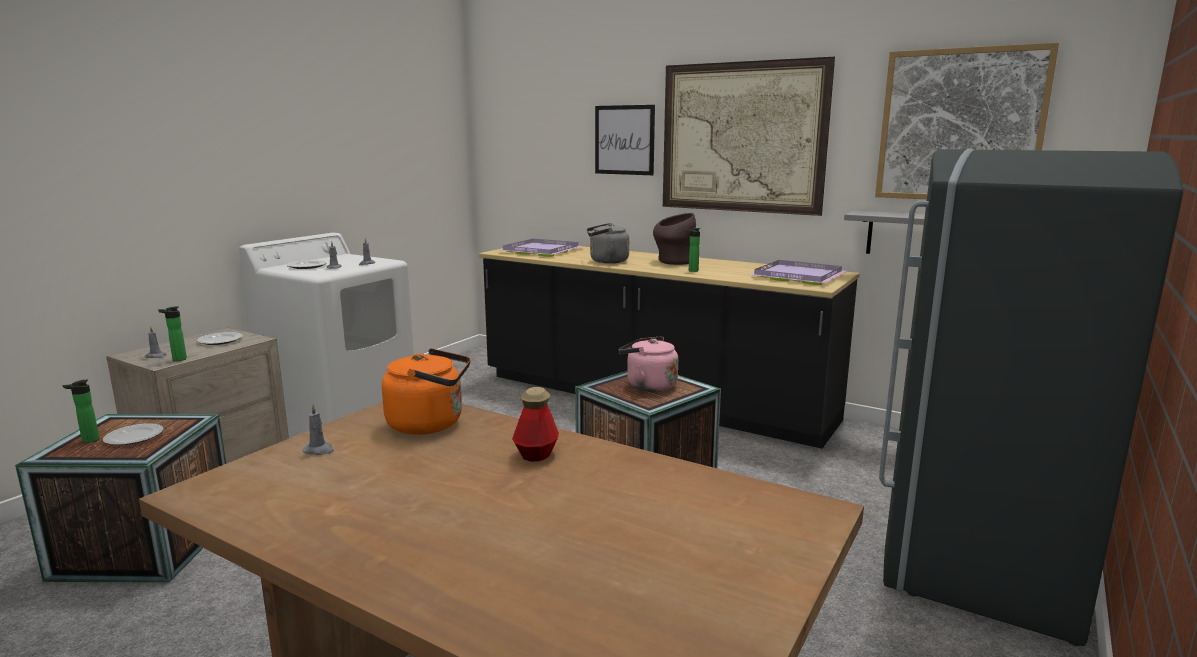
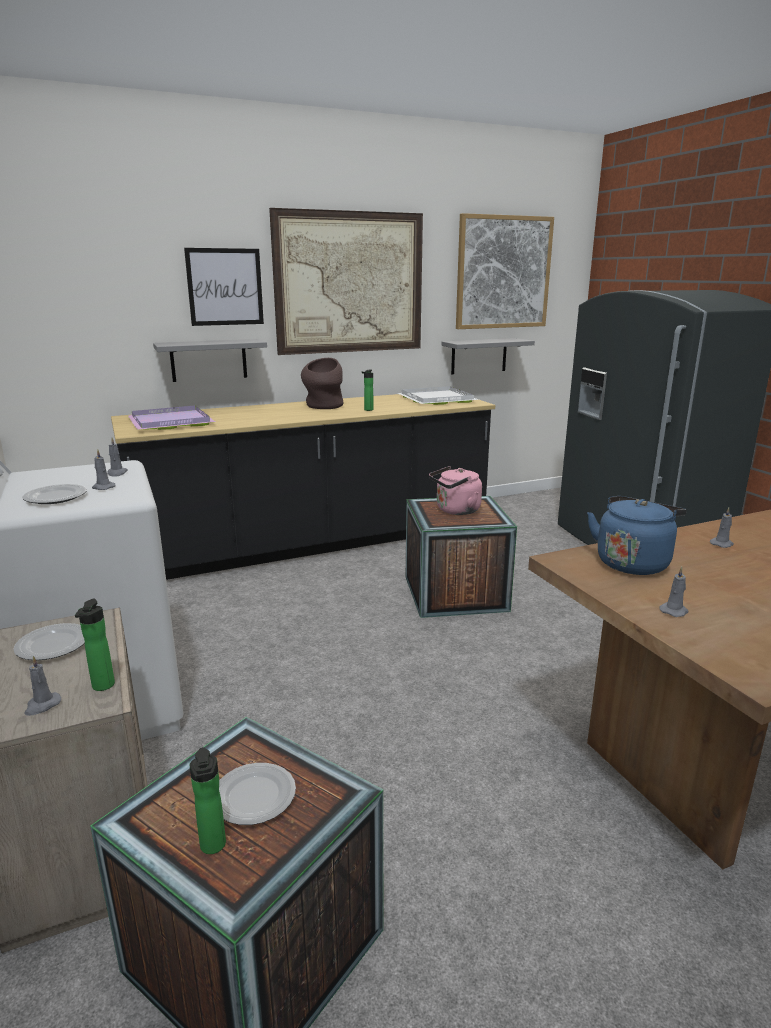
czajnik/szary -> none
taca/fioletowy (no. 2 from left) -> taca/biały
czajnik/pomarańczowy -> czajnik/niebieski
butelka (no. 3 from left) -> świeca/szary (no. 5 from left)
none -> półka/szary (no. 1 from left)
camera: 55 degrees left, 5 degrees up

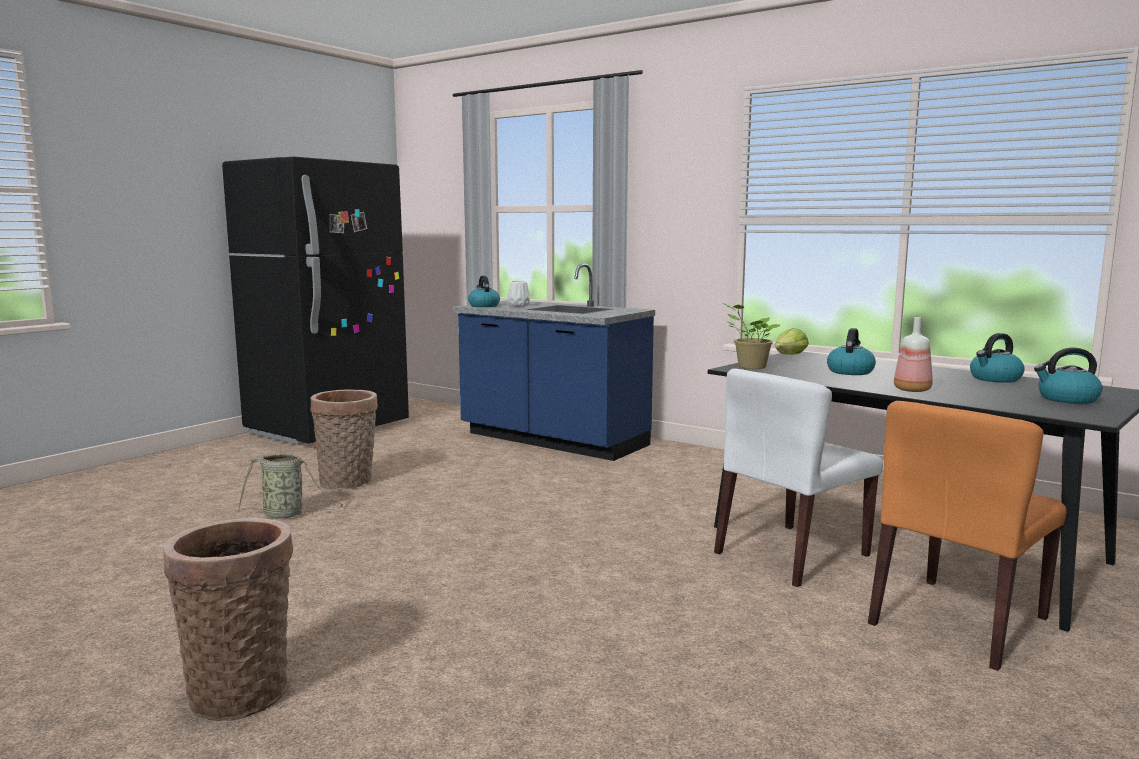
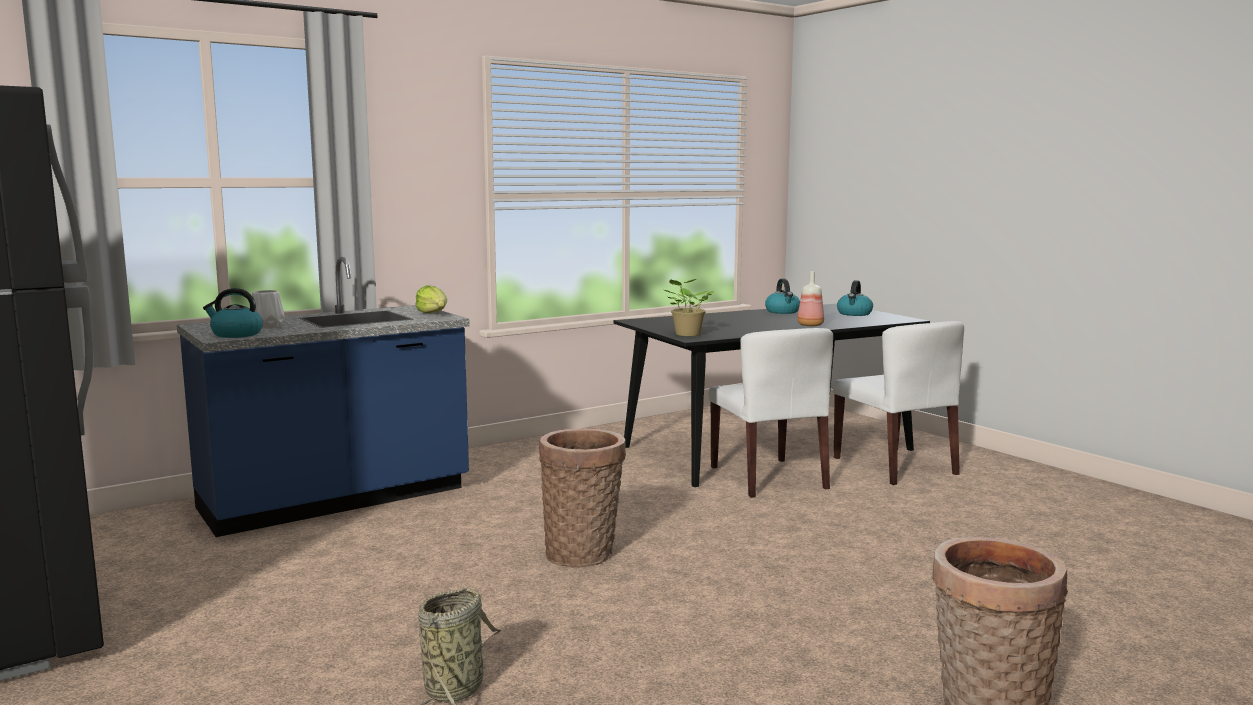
sałata, shifted
czajnik (no. 2 from left) -> none
koszyk (no. 3 from left in the first image) -> koszyk (no. 2 from left), shifted
krzesło/pomarańczowy -> krzesło/biały (no. 2 from left)
camera: 70 degrees left, 0 degrees up

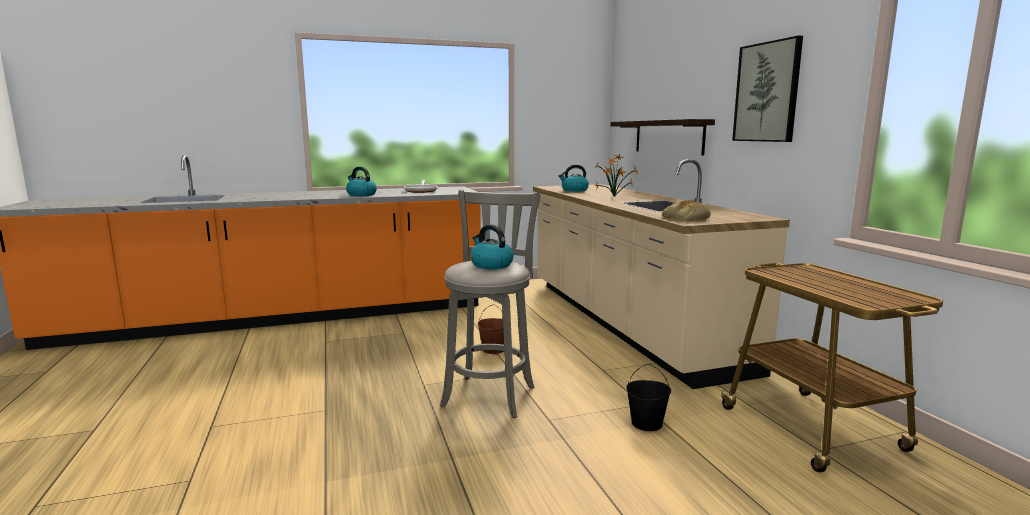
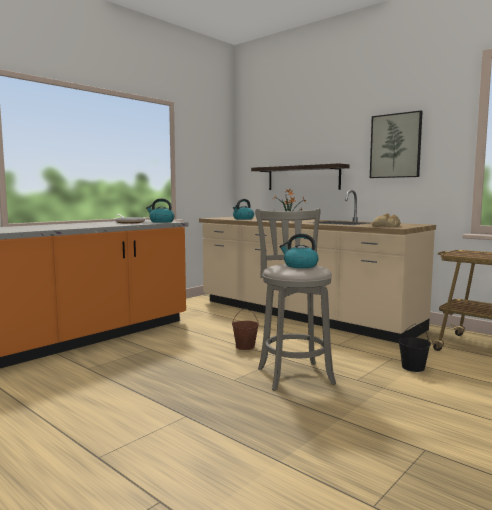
czajnik (no. 1 from left), shifted
camera: 30 degrees left, 5 degrees down

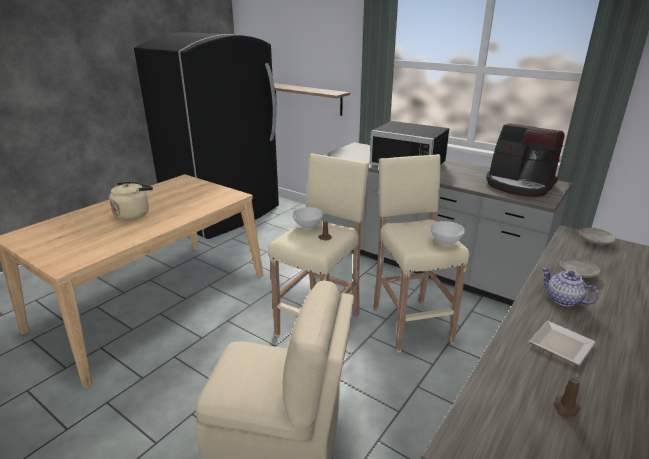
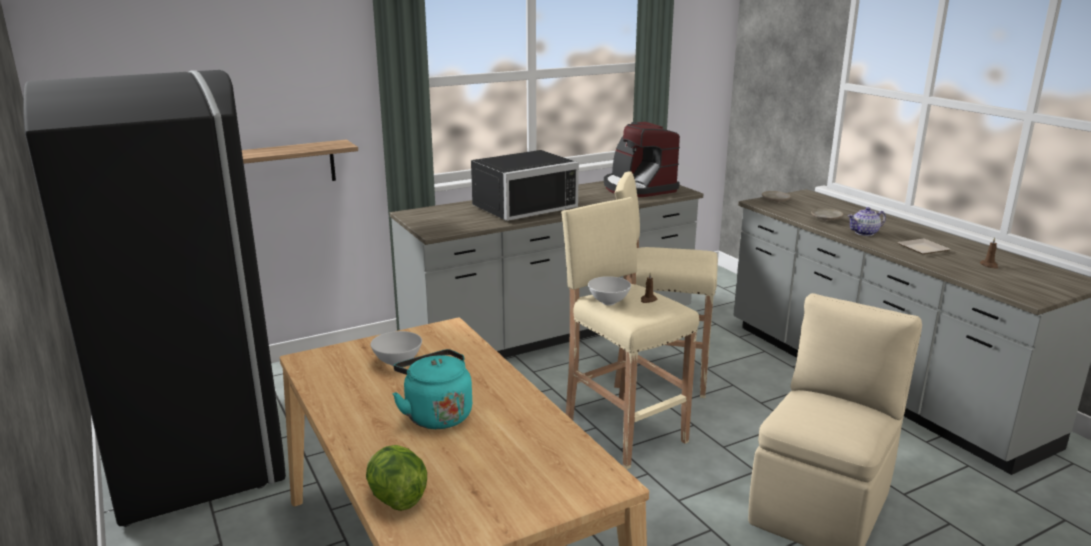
ekspres do kawy, 90 degrees clockwise
czajnik/beżowy -> czajnik/turkusowy
miska/biały (no. 2 from left in the first image) -> miska/biały (no. 1 from left), shifted
none -> sałata
camera: 65 degrees left, 5 degrees down

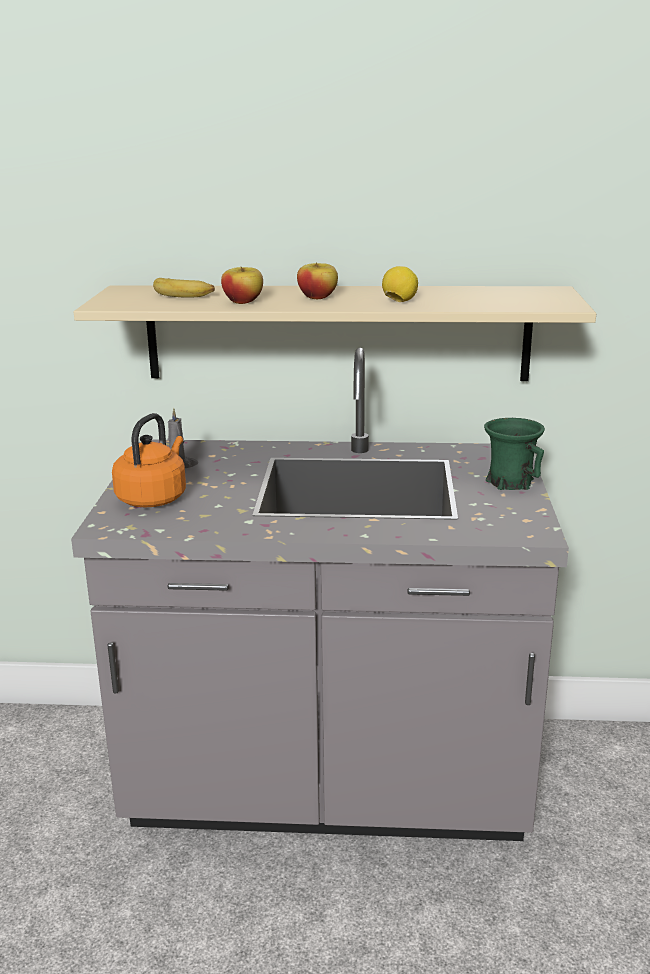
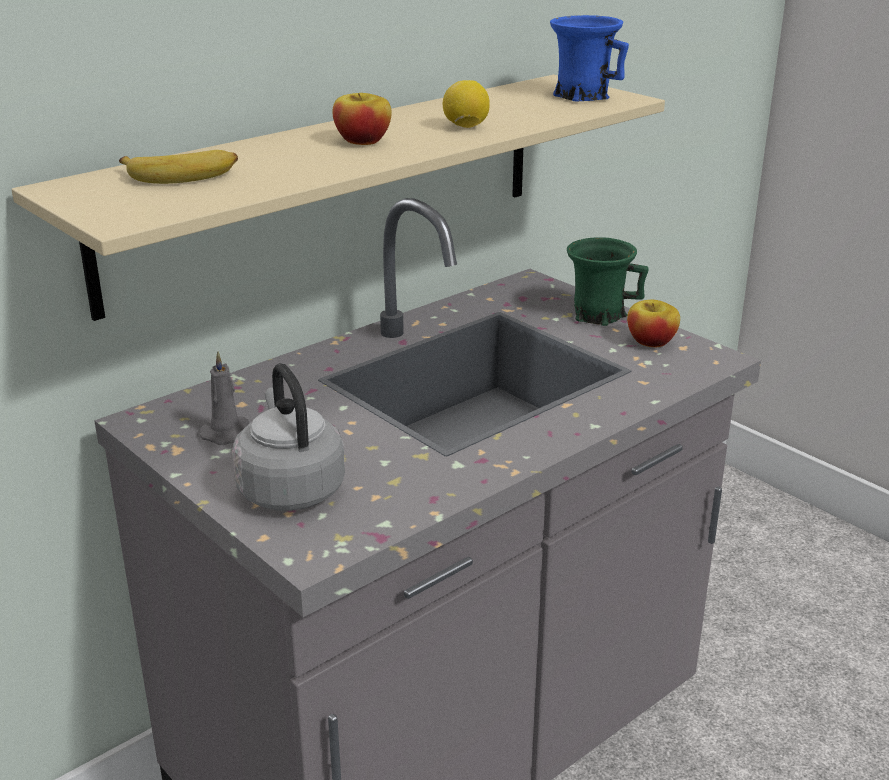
jabłko (no. 1 from left in the first image) -> jabłko (no. 2 from left), shifted
czajnik/pomarańczowy -> czajnik/szary
none -> kubek/niebieski
camera: 45 degrees left, 5 degrees up

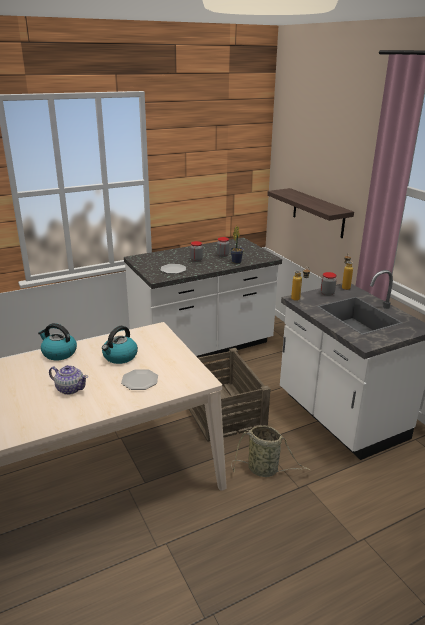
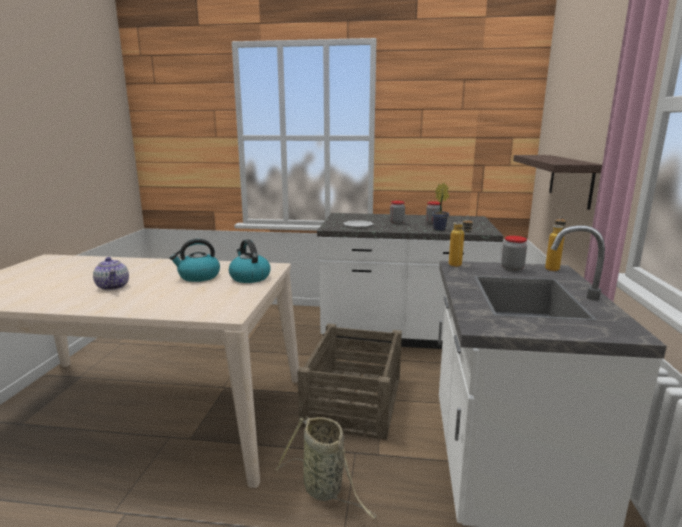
czajnik (no. 1 from left in the first image) -> czajnik (no. 2 from left), shifted
talerz (no. 1 from left) -> none
camera: 35 degrees right, 10 degrees down

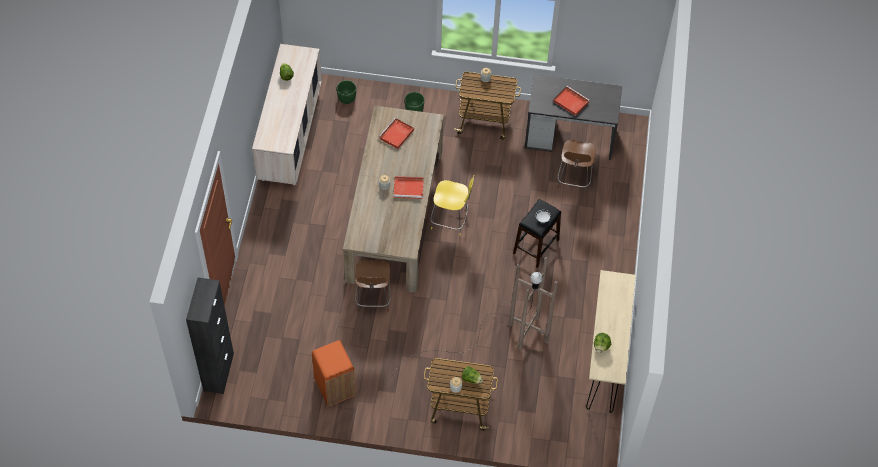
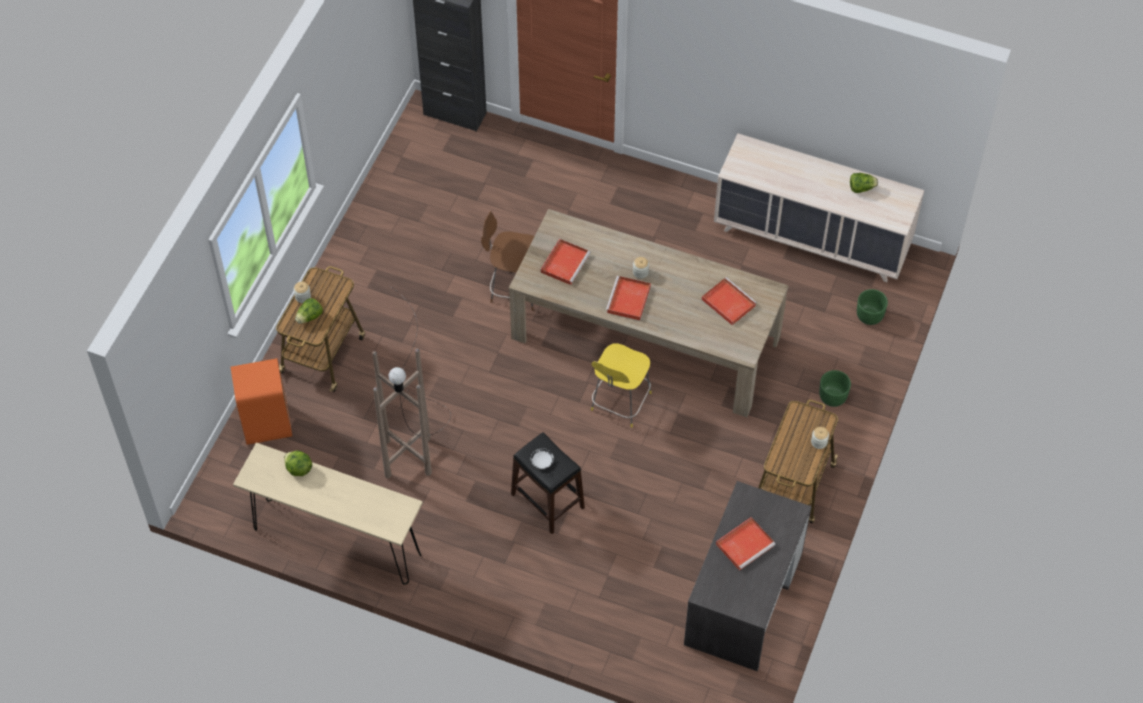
krzesło/brązowy (no. 2 from left) -> none
kosz na śmieci/pomarańczowy, shifted
none -> taca/czerwony (no. 1 from left)
camera: 105 degrees right, 0 degrees up

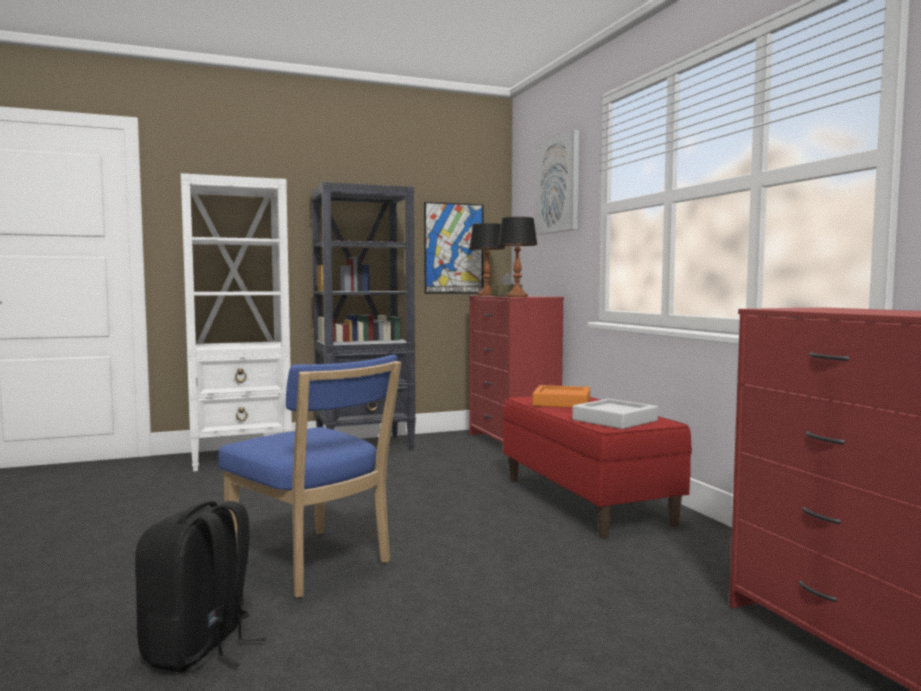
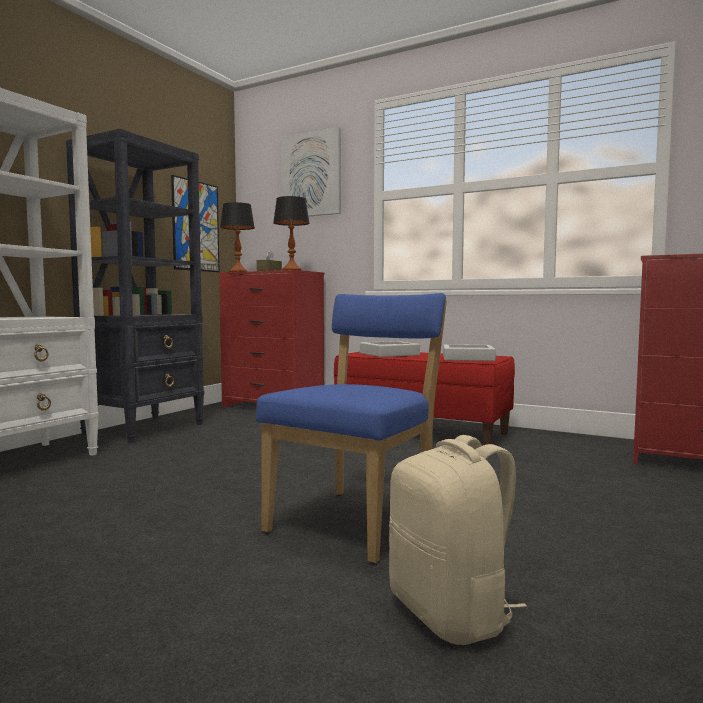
krzesło/niebieski, 60 degrees counterclockwise
taca/pomarańczowy -> taca/szary (no. 1 from left)
plecak/czarny -> plecak/beżowy
camera: 40 degrees left, 0 degrees up

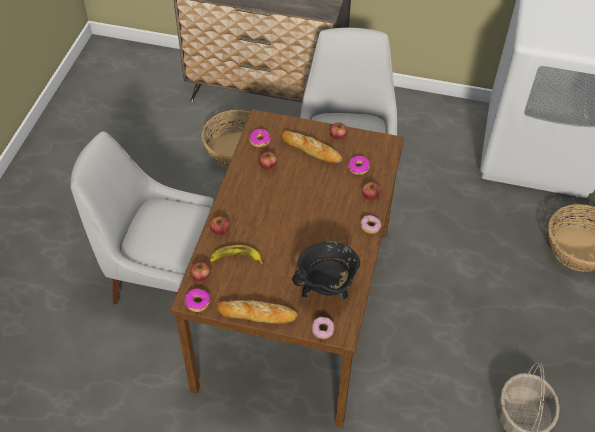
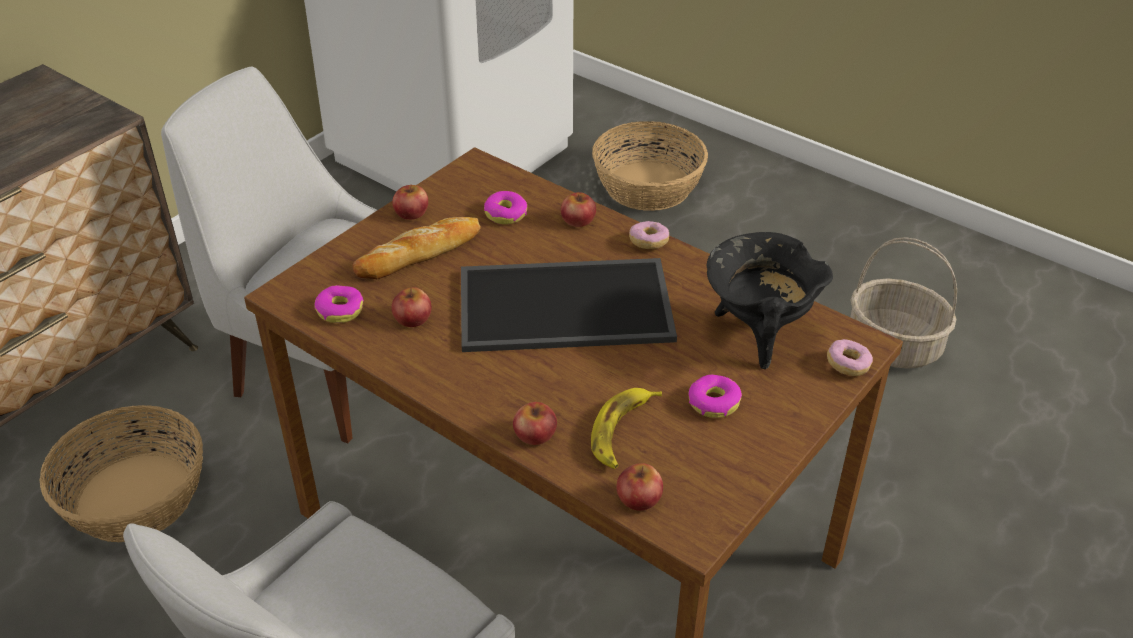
donut (no. 1 from left in the first image) -> donut (no. 4 from left), shifted
chleb (no. 1 from left) -> none
none -> taca
camera: 65 degrees left, 10 degrees down

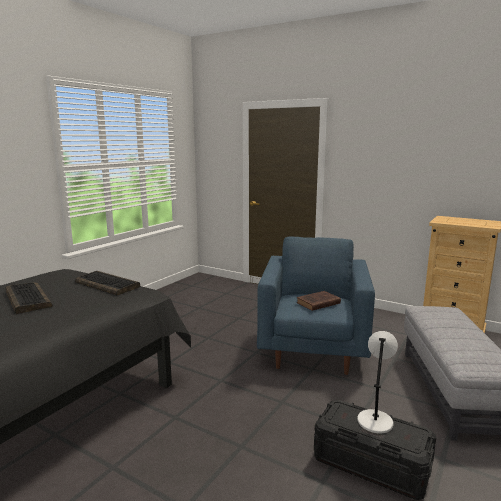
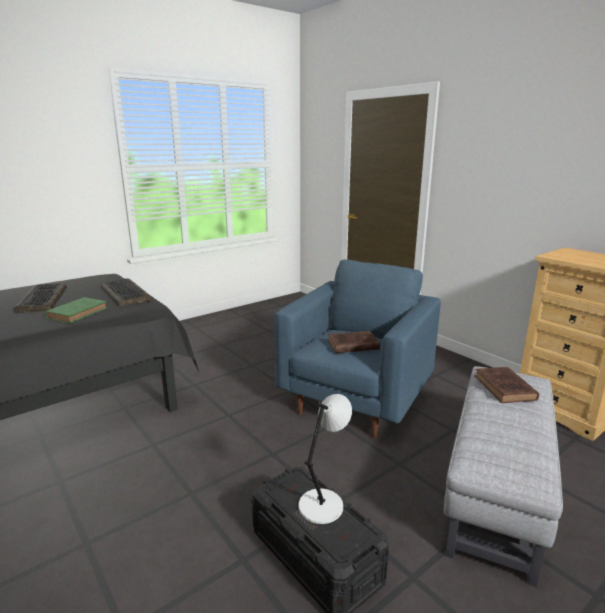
none -> książka/zielony
none -> książka/brązowy (no. 2 from left)
camera: 20 degrees right, 5 degrees up

